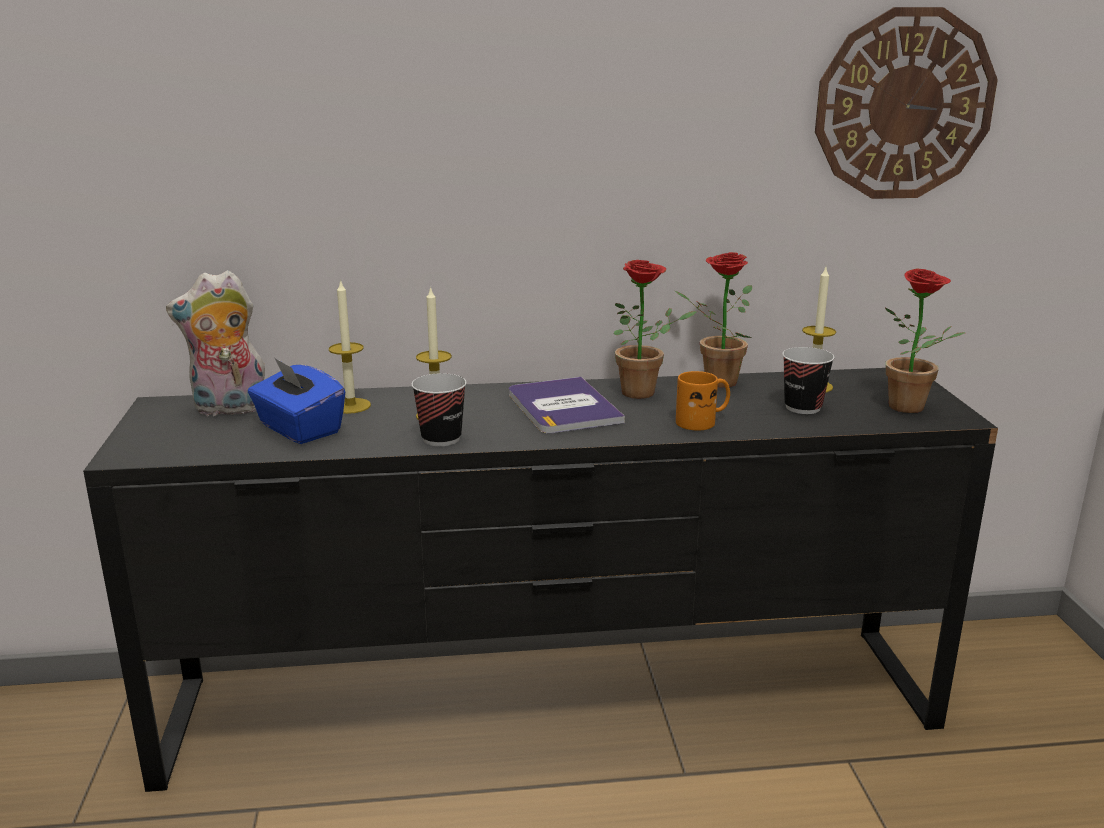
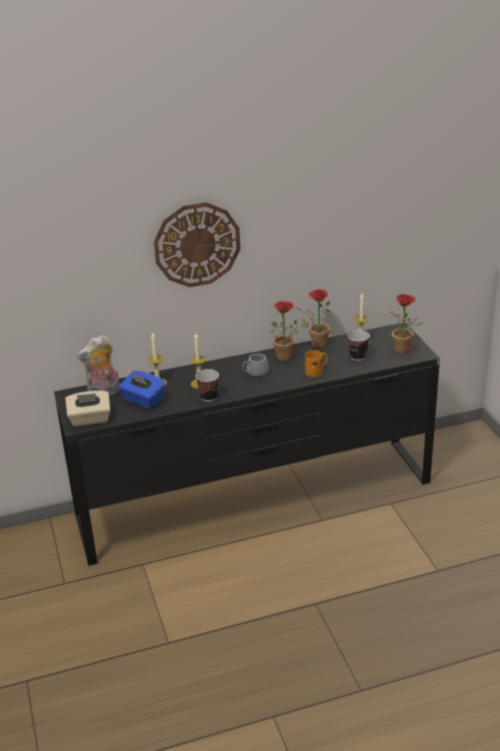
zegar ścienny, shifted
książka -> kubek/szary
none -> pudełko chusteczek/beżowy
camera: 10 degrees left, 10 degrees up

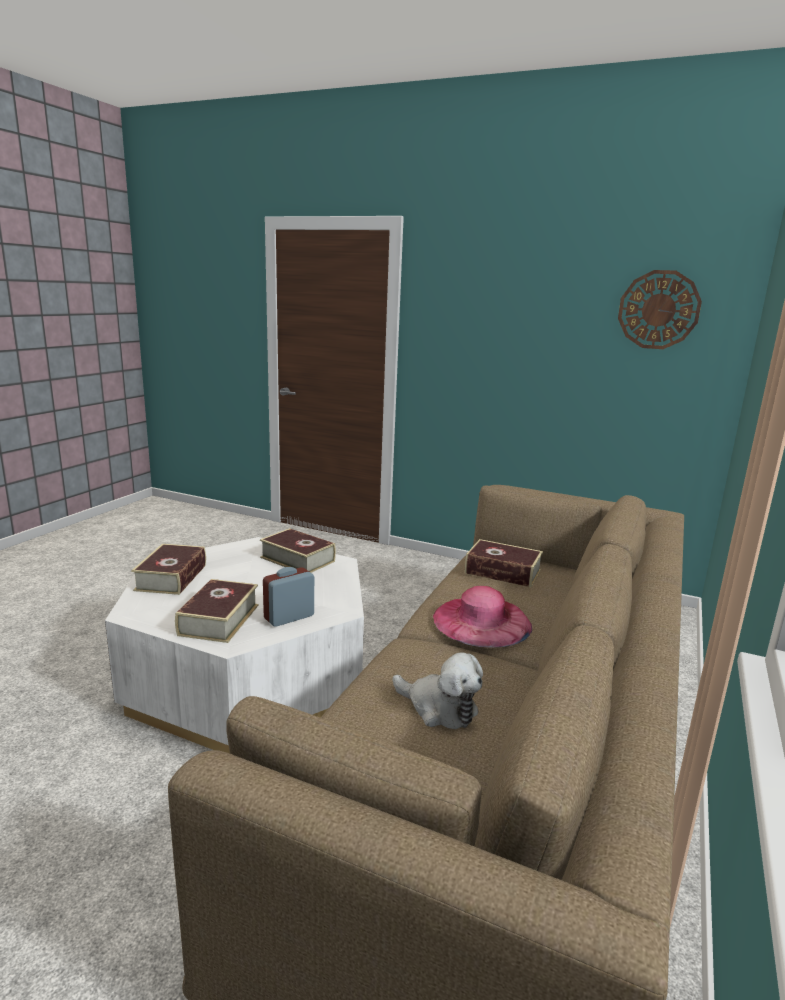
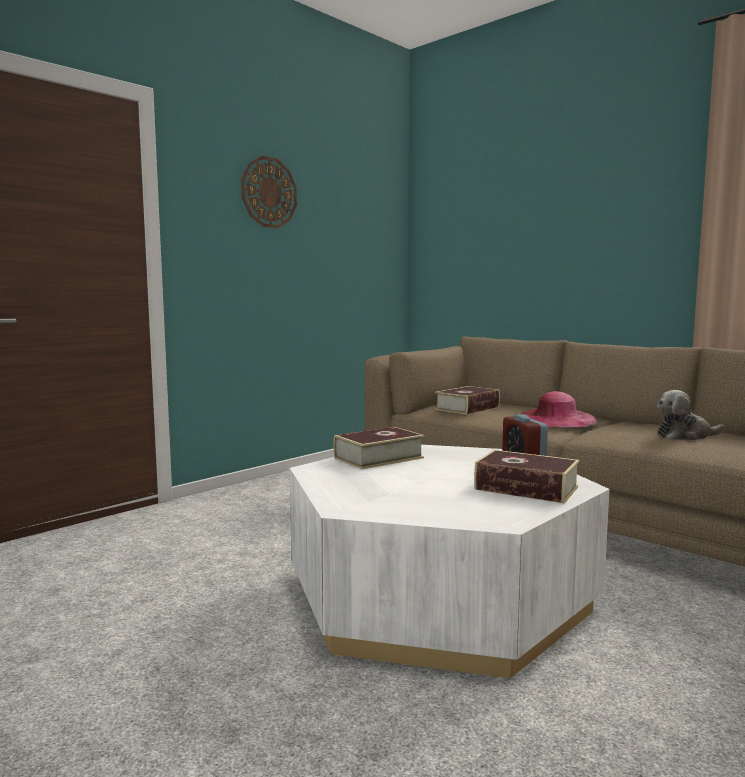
zegar ścienny, shifted
książka (no. 1 from left) -> none
pluszak, 150 degrees counterclockwise
camera: 70 degrees left, 10 degrees down

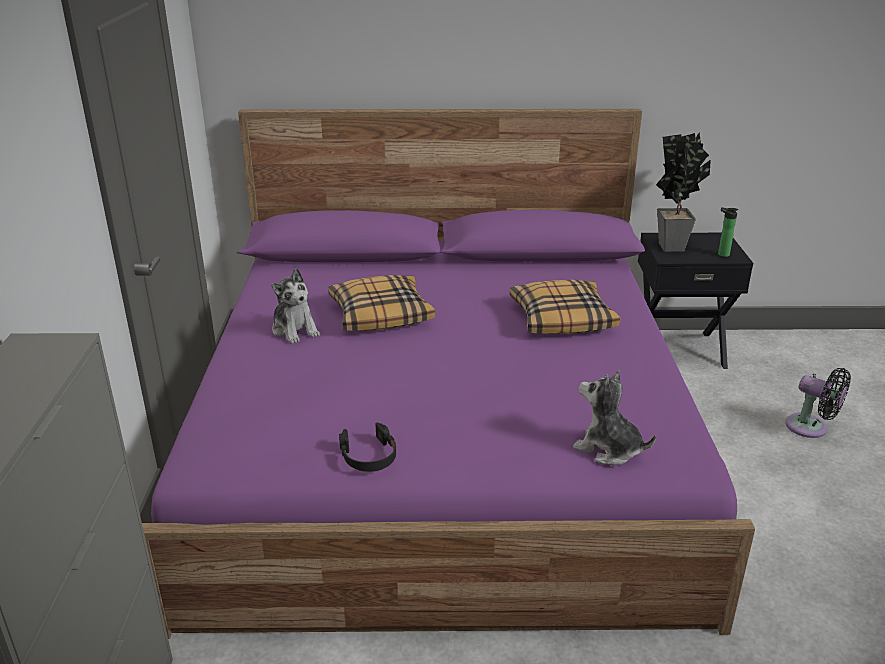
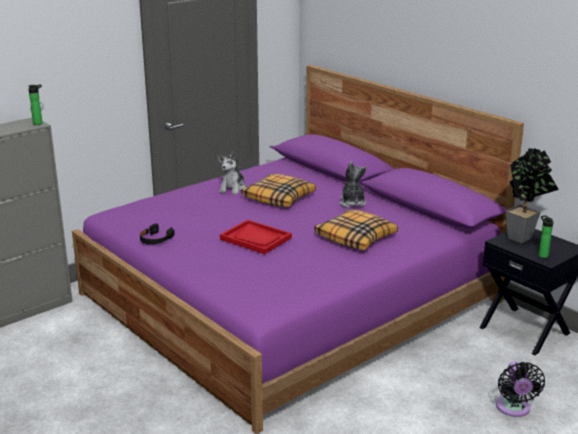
pluszak (no. 2 from left), shifted
none -> butelka (no. 1 from left)
none -> taca/czerwony
camera: 50 degrees right, 5 degrees down

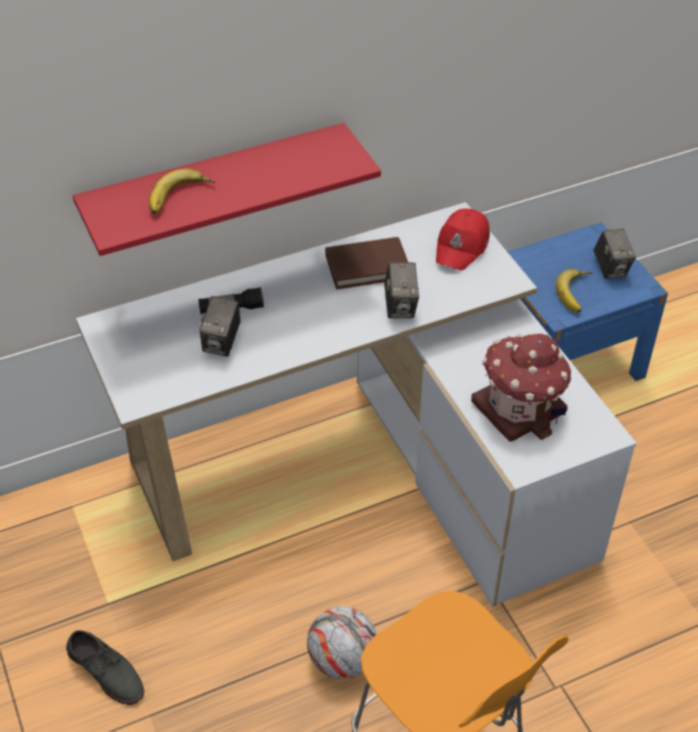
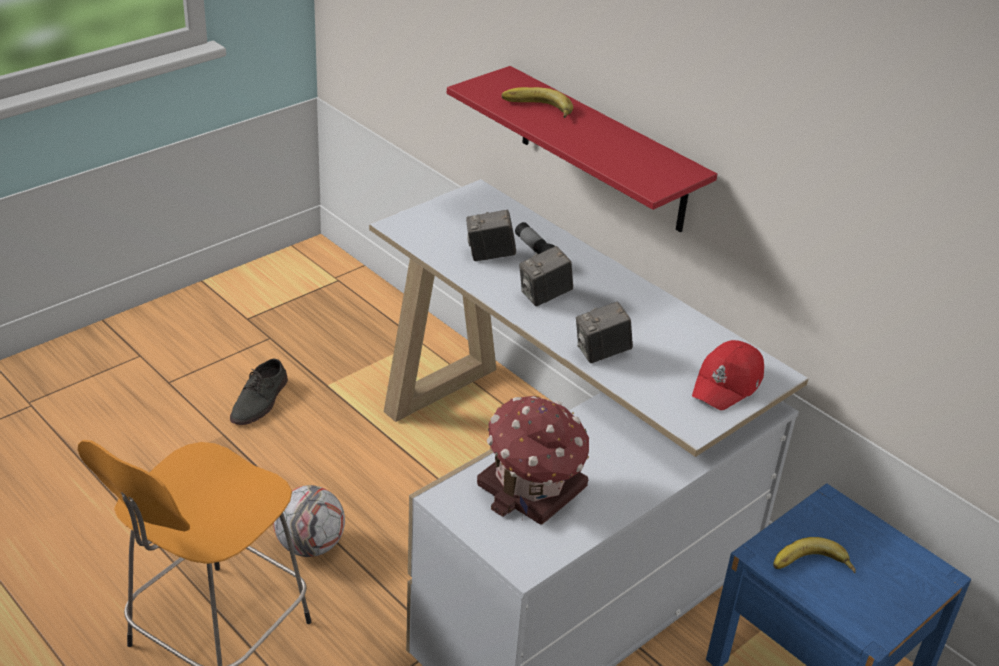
czapka z daszkiem/czerwony, 60 degrees counterclockwise
aparat fotograficzny (no. 3 from left in the first image) -> aparat fotograficzny (no. 2 from left), shifted
książka/brązowy -> none
camera: 70 degrees right, 10 degrees down

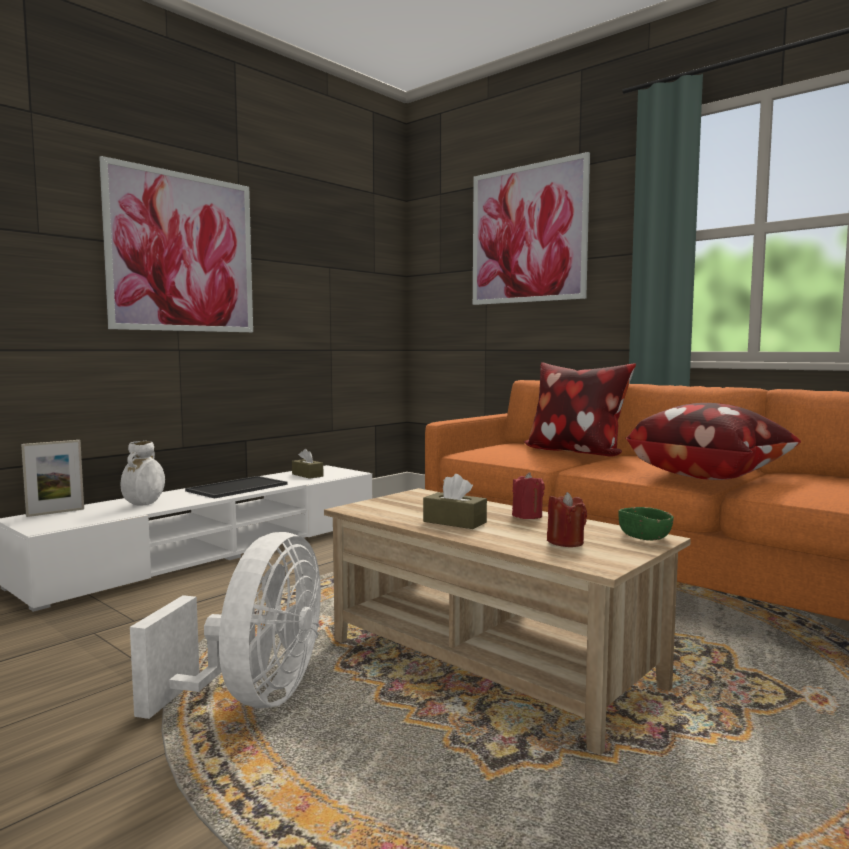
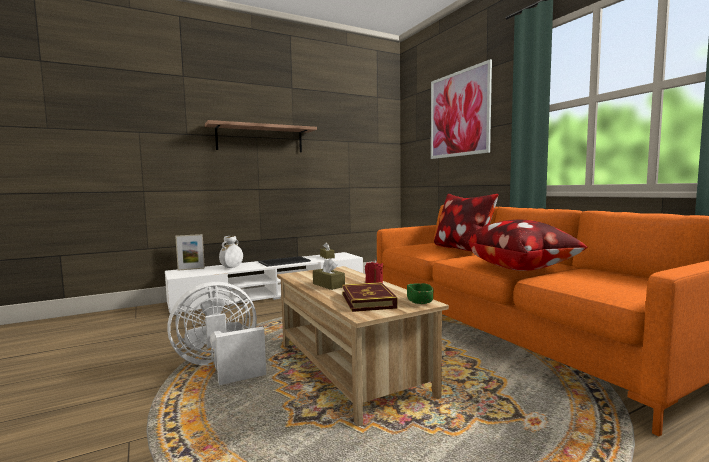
obraz (no. 1 from left) -> półka
świeca/czerwony (no. 2 from left) -> książka
wentylator/biały, 150 degrees counterclockwise
camera: 20 degrees right, 0 degrees up

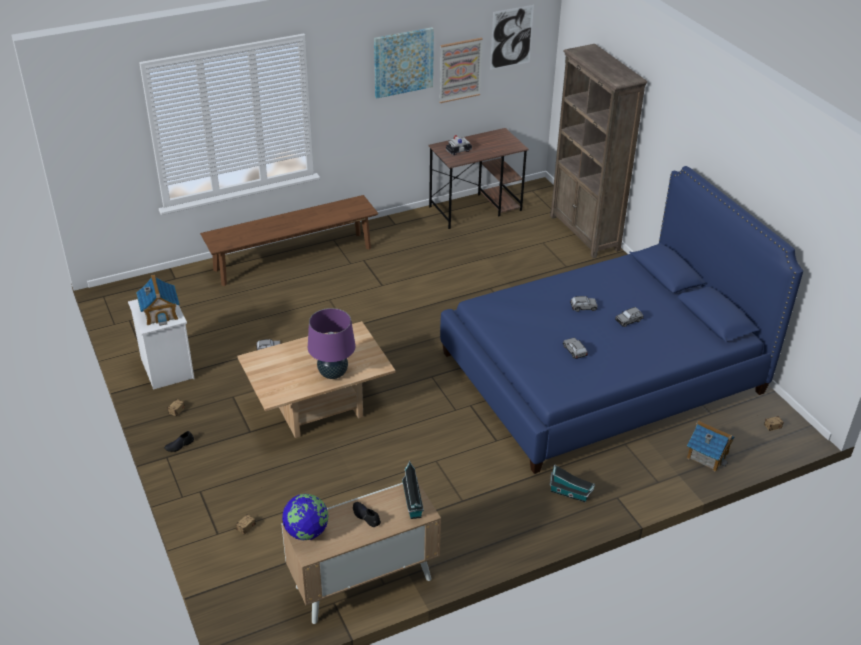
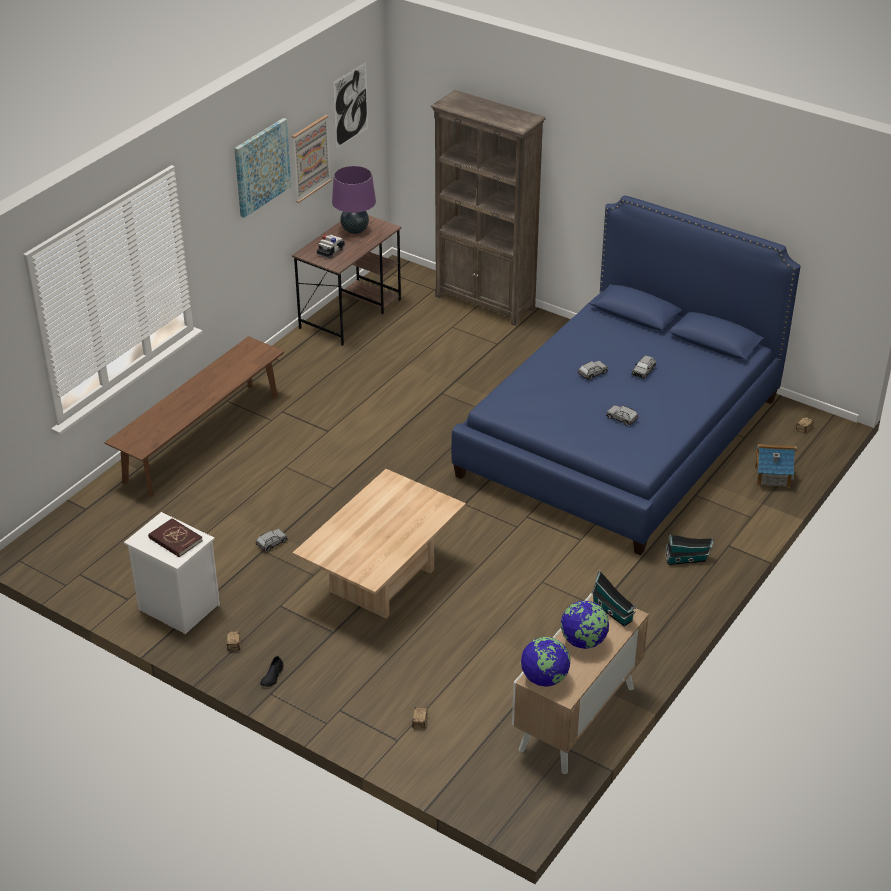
domek (no. 1 from left) -> książka/czerwony
lampa stołowa/fioletowy, shifted
but/czarny (no. 2 from left) -> globus (no. 2 from left)
camera: 30 degrees left, 0 degrees up

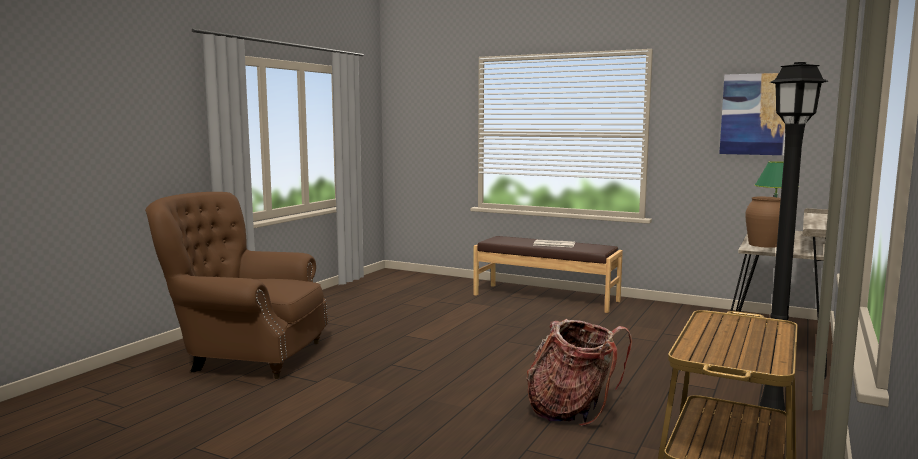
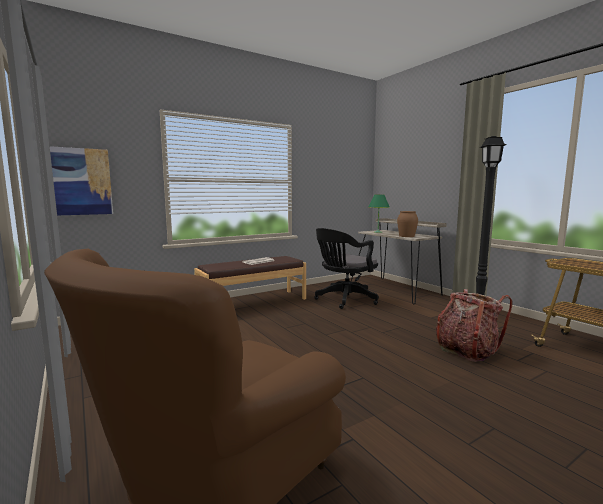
obraz, shifted
none -> krzesło biurowe/czarny
camera: 60 degrees left, 0 degrees up

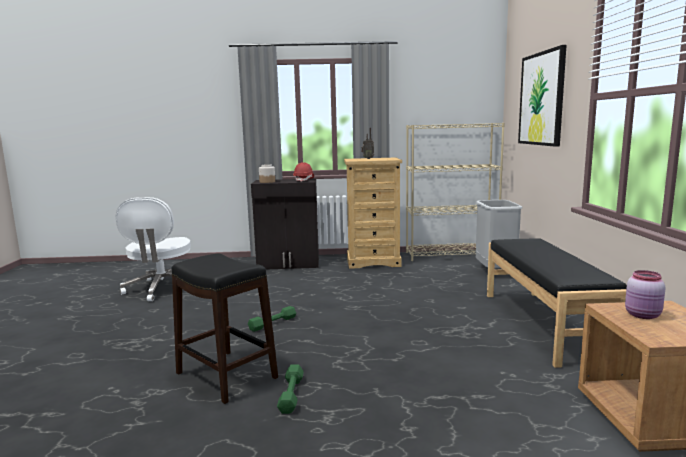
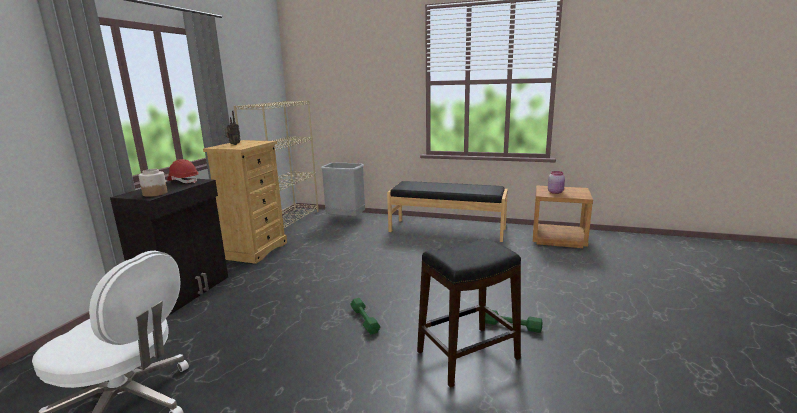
obraz -> none
camera: 70 degrees left, 5 degrees up

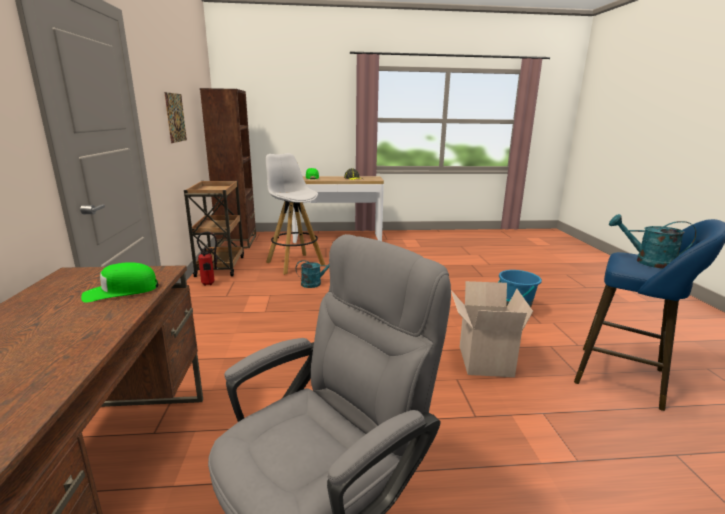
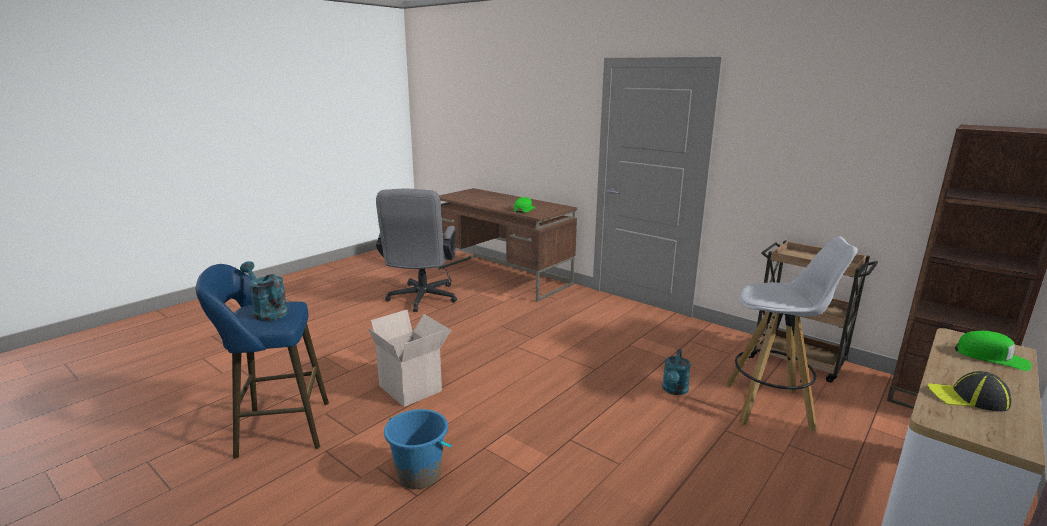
obraz -> none
konewka/turkusowy (no. 2 from left in the first image) -> konewka/turkusowy (no. 1 from left), 120 degrees counterclockwise
gaśnica -> none
camera: 135 degrees right, 0 degrees up

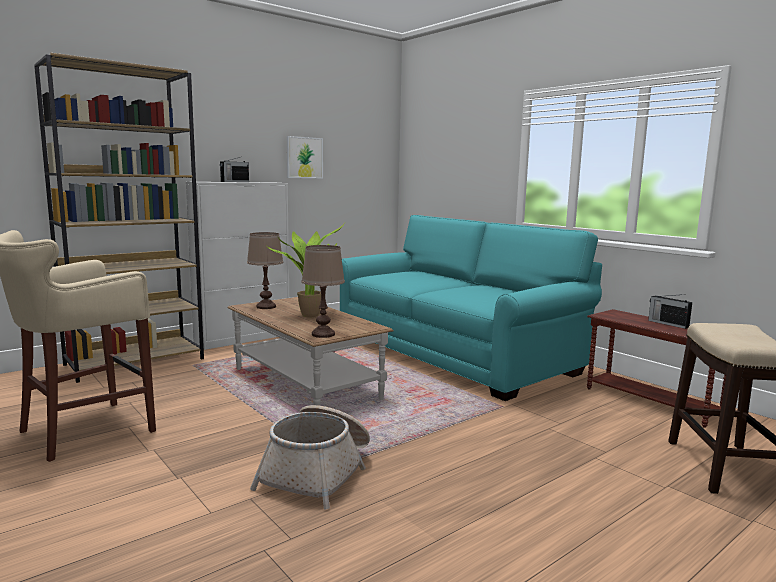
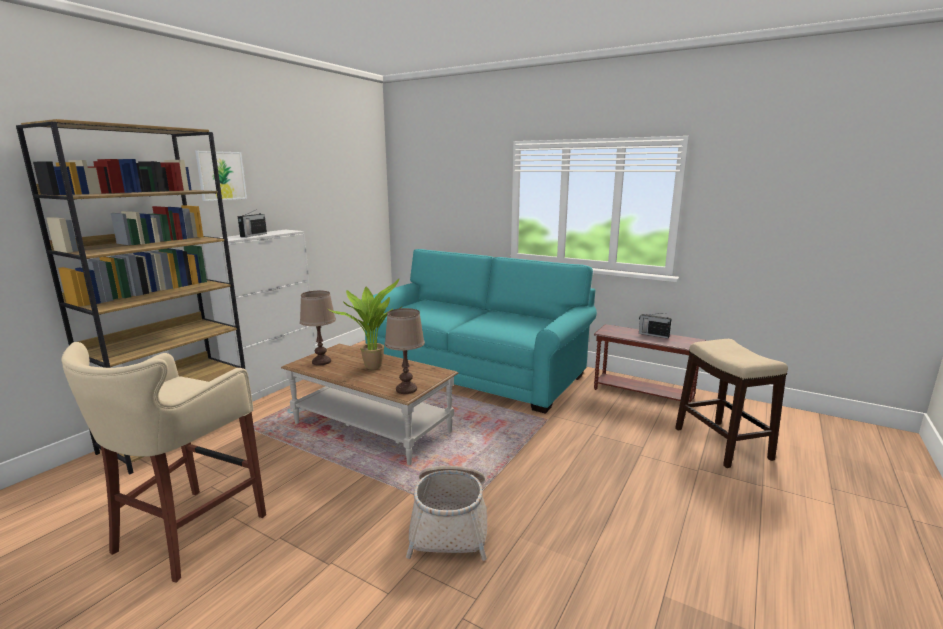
obraz, shifted
camera: 20 degrees left, 5 degrees up

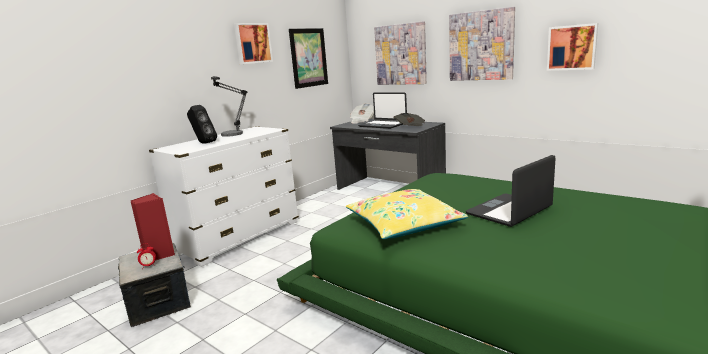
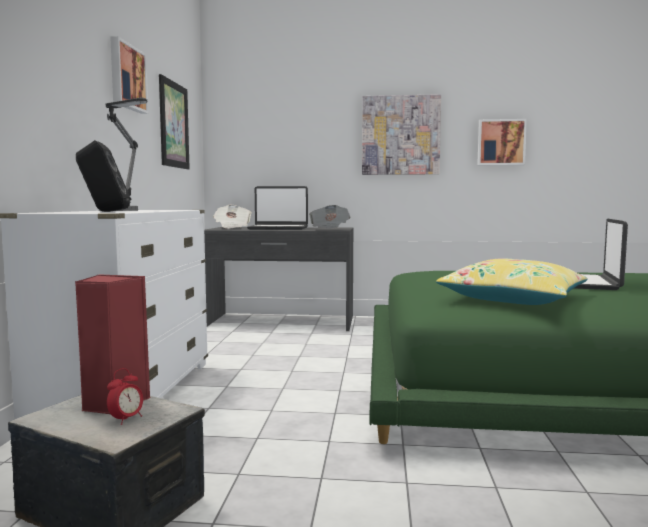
obraz (no. 3 from left) -> none
camera: 35 degrees left, 10 degrees down

